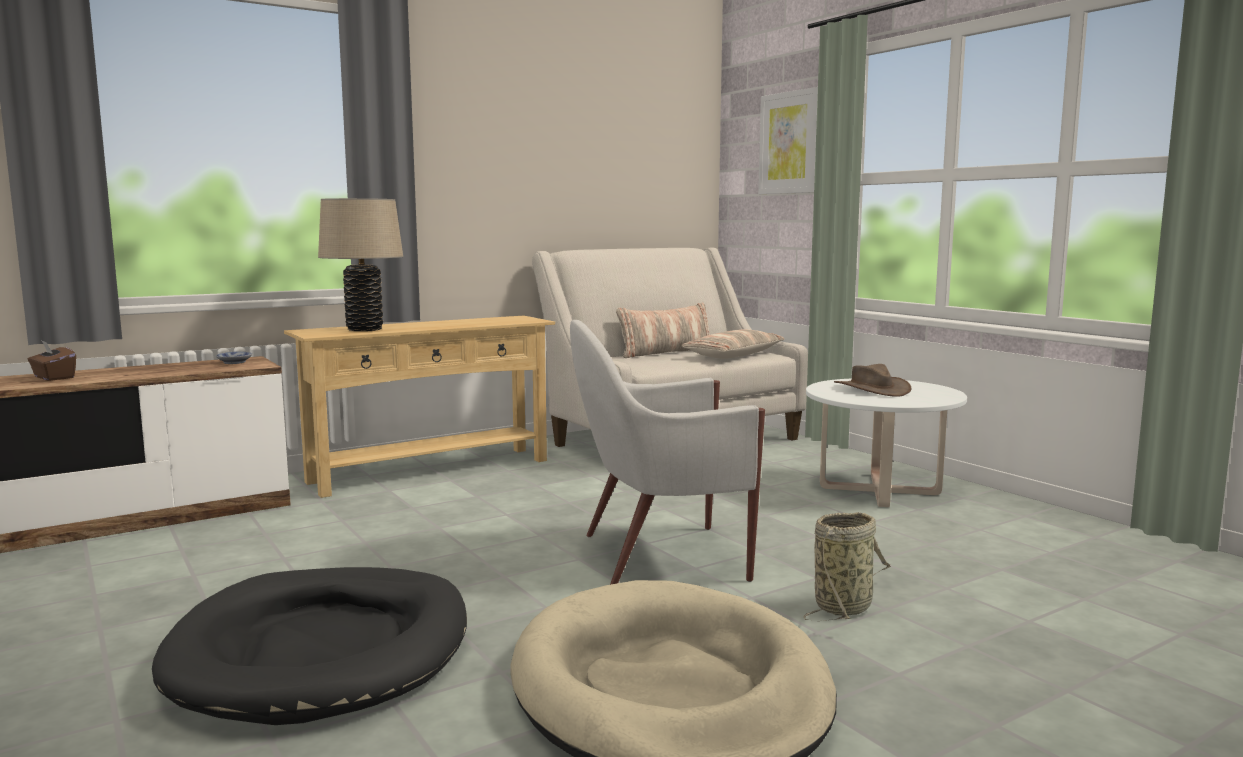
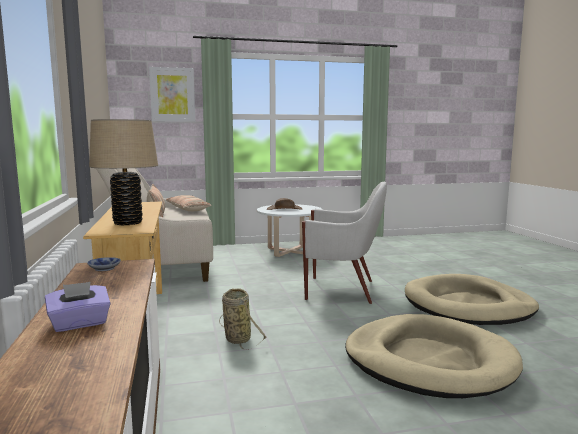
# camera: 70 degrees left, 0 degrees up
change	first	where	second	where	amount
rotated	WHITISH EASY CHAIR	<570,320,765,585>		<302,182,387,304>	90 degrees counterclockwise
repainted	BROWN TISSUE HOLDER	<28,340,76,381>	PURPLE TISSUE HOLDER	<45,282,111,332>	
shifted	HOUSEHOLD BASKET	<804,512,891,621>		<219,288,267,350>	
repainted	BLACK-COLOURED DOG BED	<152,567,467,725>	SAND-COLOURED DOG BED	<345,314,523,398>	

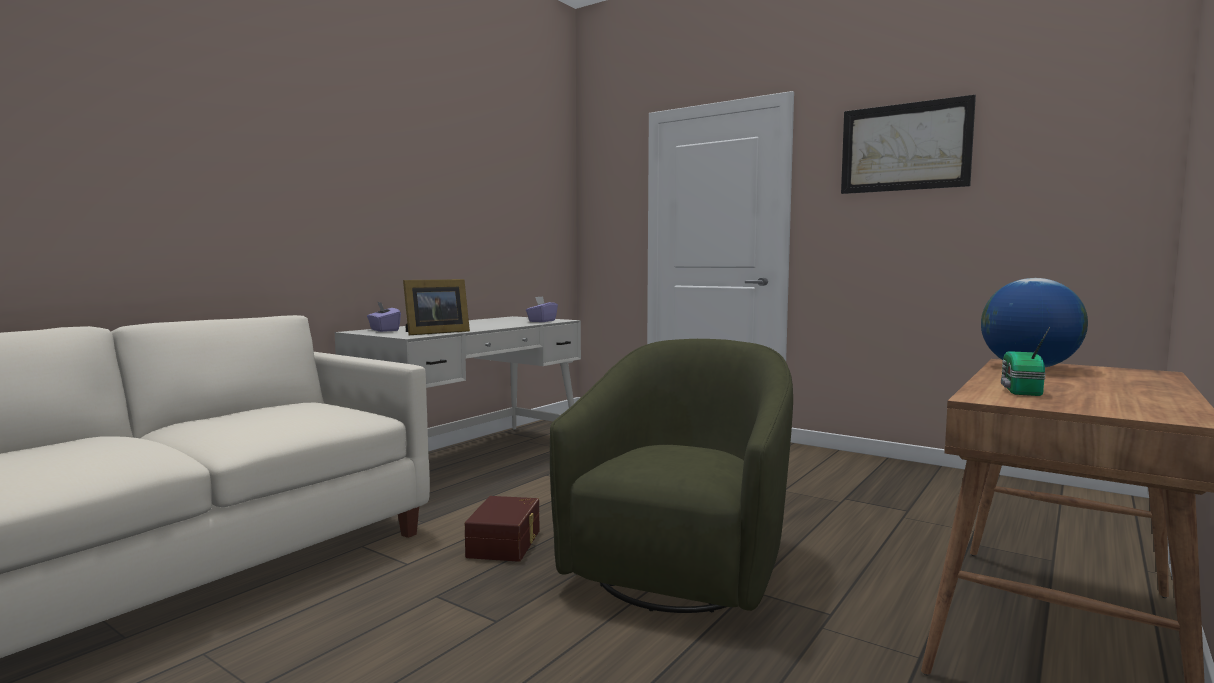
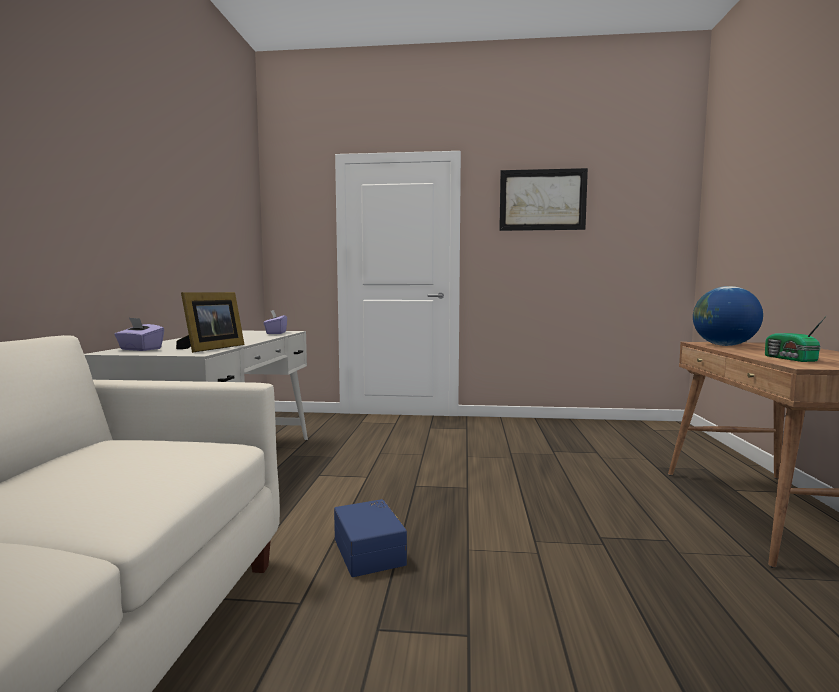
# camera: 30 degrees left, 0 degrees up
change	first	where	second	where	amount
gone	GREEN-COLOURED EASY CHAIR	<550,339,793,613>			
repainted	BROWN STORAGE CONTAINER	<465,496,539,562>	BLUE STORAGE CONTAINER	<334,499,407,577>	

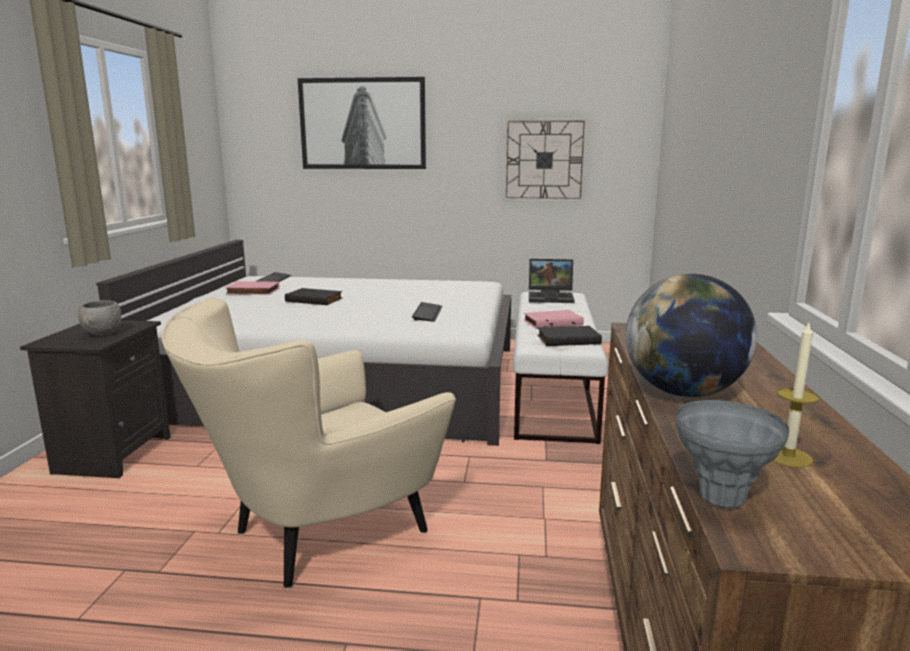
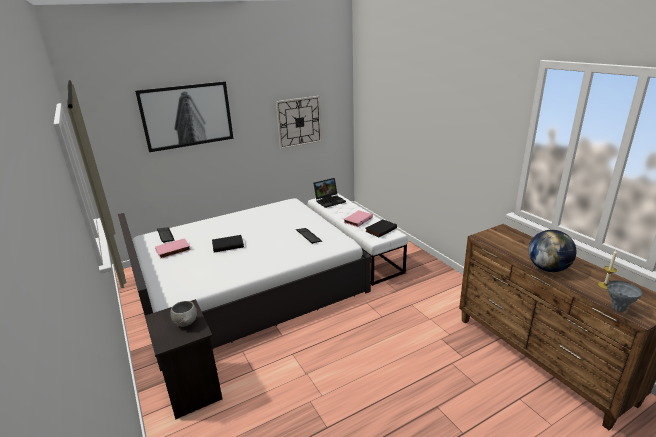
# camera: 35 degrees left, 10 degrees up
change	first	where	second	where	amount
gone	SAND-COLOURED EASY CHAIR	<161,297,456,589>			

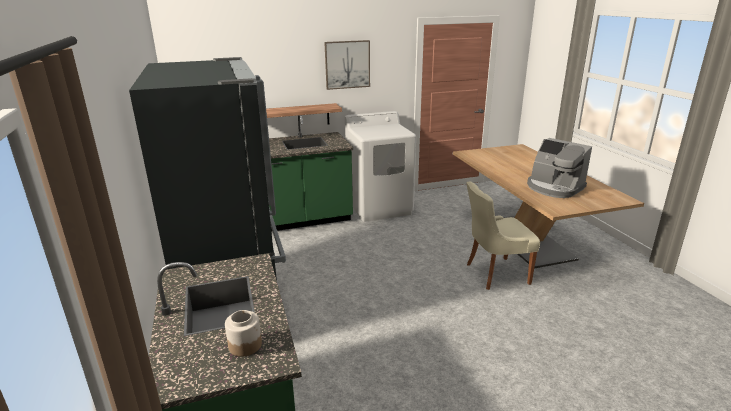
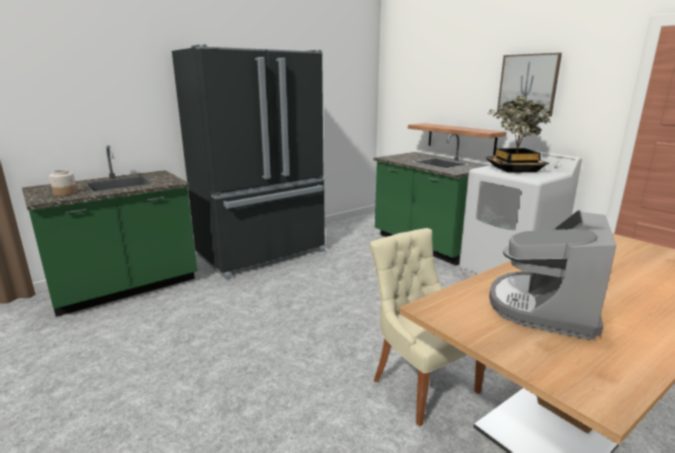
# camera: 70 degrees right, 5 degrees down
change	first	where	second	where	amount
new			HOUSEPLANT	<486,95,552,173>	

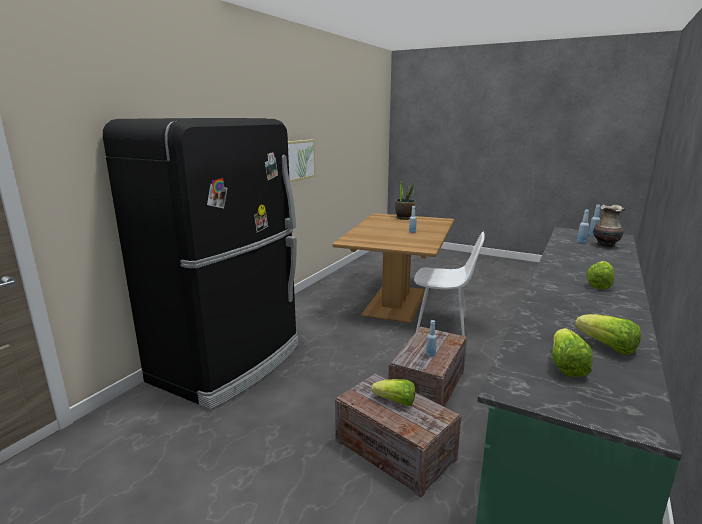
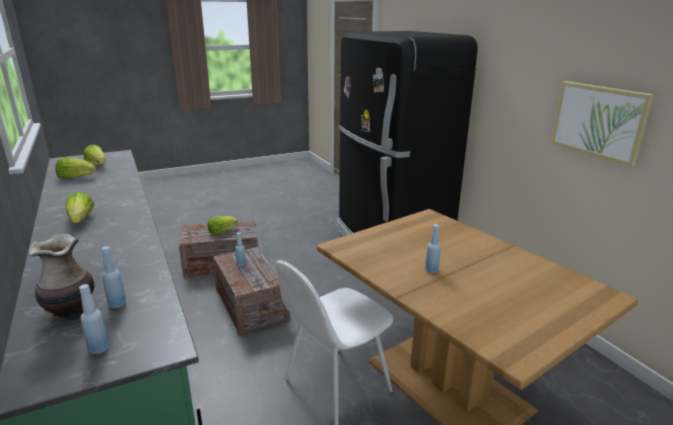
# camera: 125 degrees right, 5 degrees up
change	first	where	second	where	amount
gone	HOUSEPLANT	<395,181,415,220>			

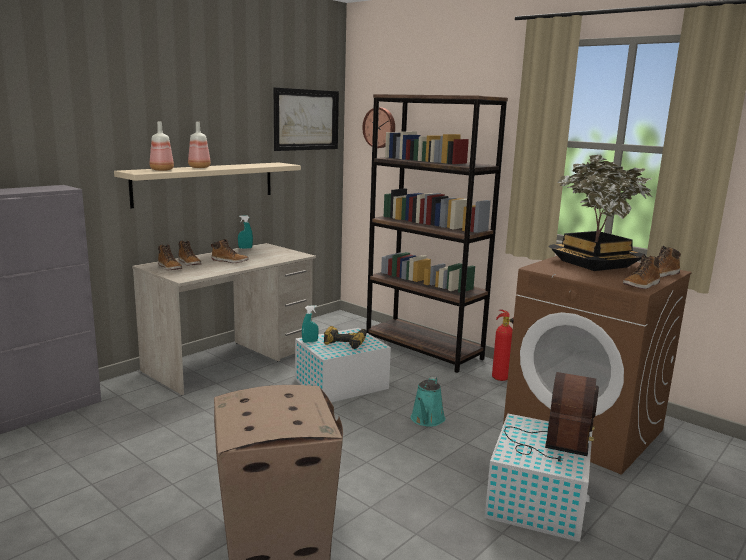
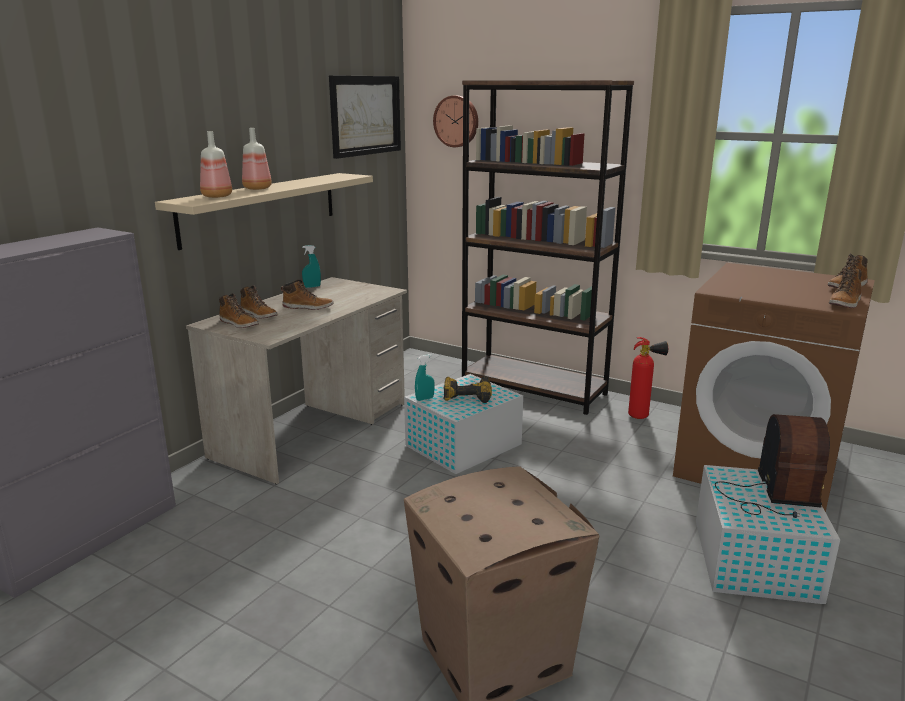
# camera: 10 degrees left, 5 degrees up
change	first	where	second	where	amount
gone	HOUSEPLANT	<549,155,653,271>			
gone	BLUE-GREEN WATERING POT	<411,377,445,427>			

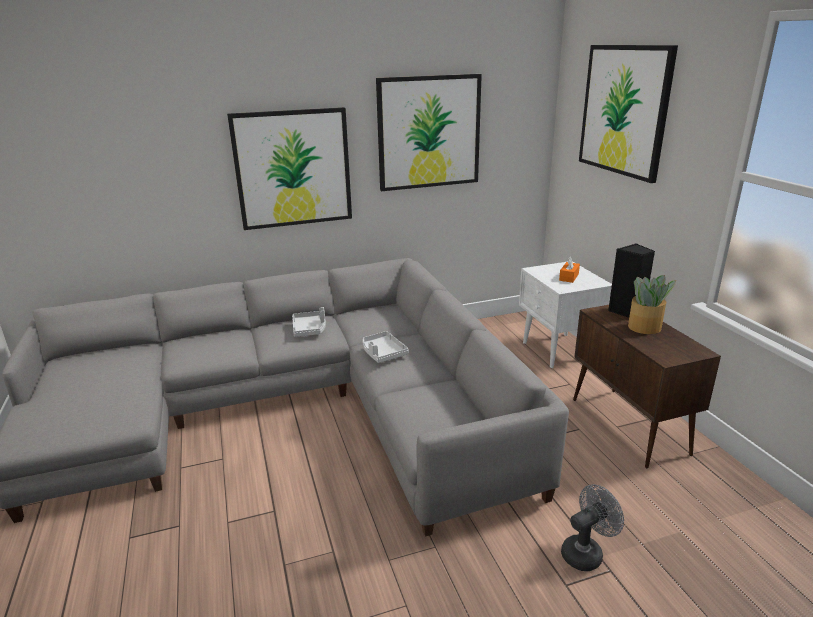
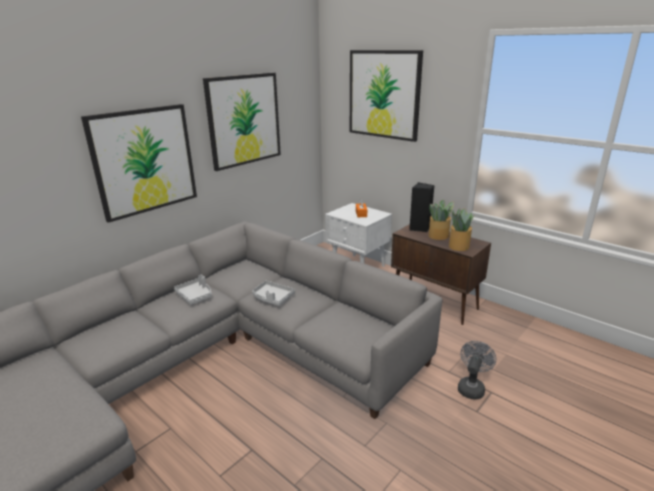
# camera: 30 degrees left, 0 degrees up
change	first	where	second	where	amount
new			HOUSEPLANT	<449,208,475,251>	

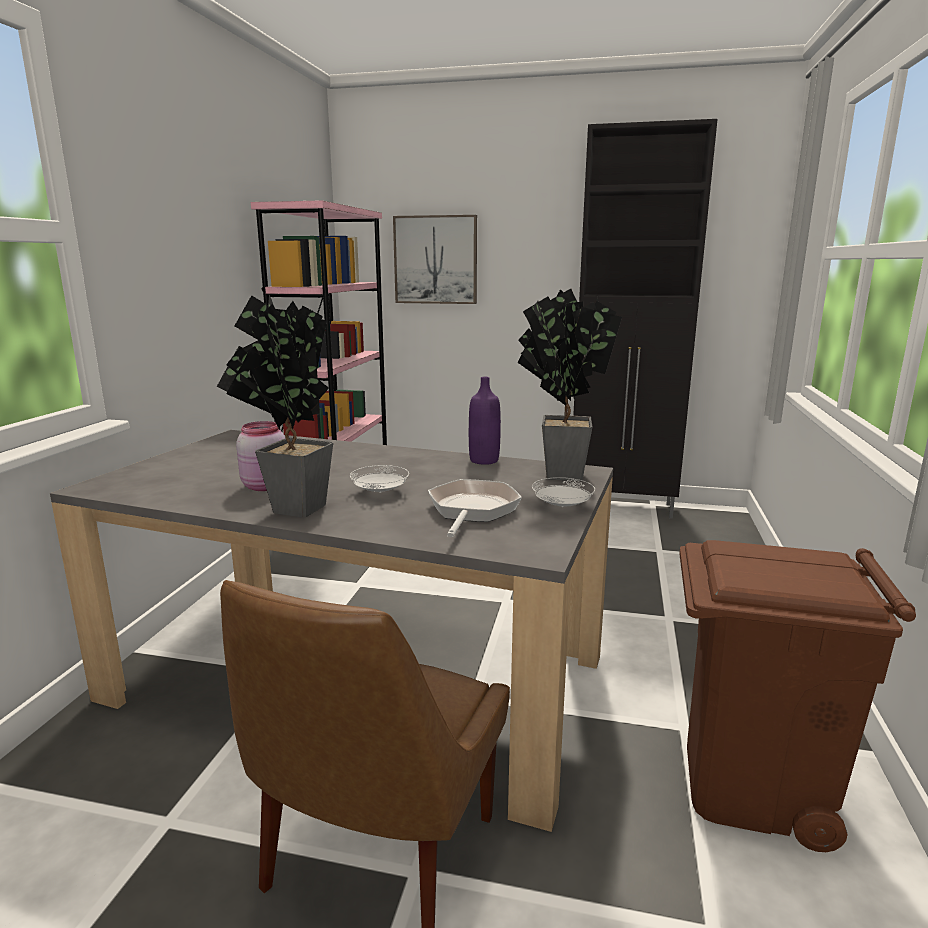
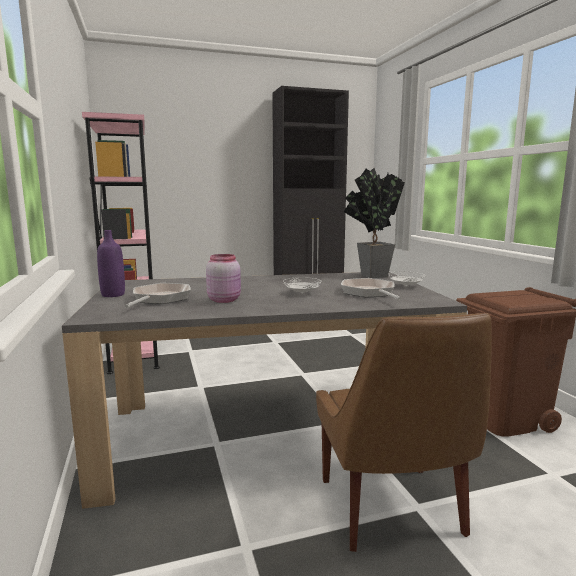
# camera: 30 degrees left, 5 degrees down
change	first	where	second	where	amount
gone	WALL PICTURE	<393,215,477,304>			
gone	HOUSEPLANT	<217,294,333,518>			
shifted	PURPLE DRINK BOTTLE	<469,377,501,465>		<97,230,125,297>	
new			SKILLET	<124,283,191,308>	

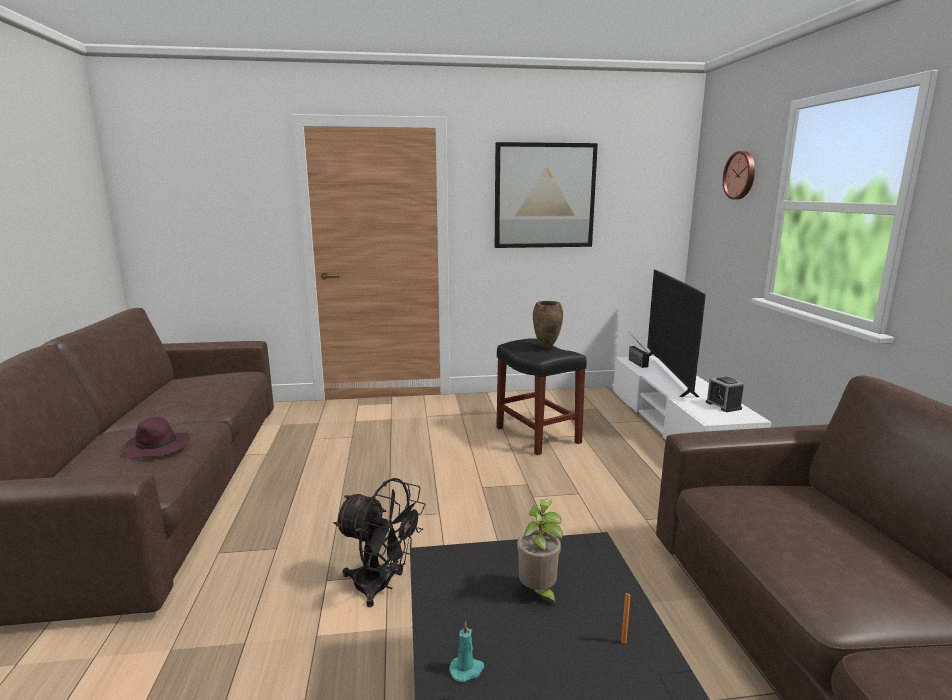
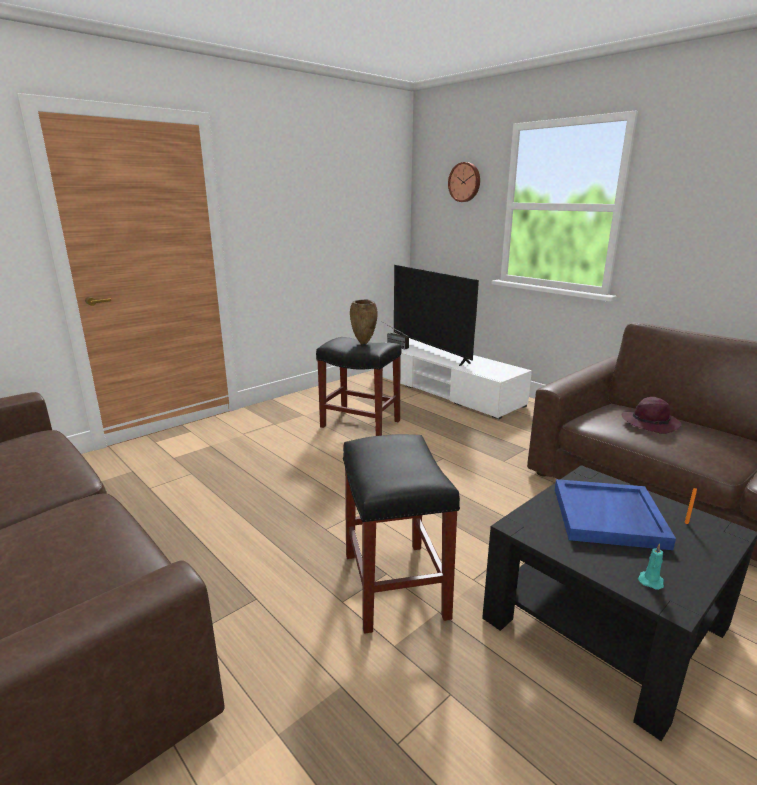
# camera: 35 degrees left, 5 degrees up
change	first	where	second	where	amount
gone	WALL PICTURE	<495,142,598,248>			
gone	TABLE CLOCK	<706,376,744,412>			
shifted	PURPLE WEARABLE HAT	<123,417,190,459>		<622,397,682,434>	
swapped	BLACK-COLOURED COOLING FAN	<334,478,425,607>	BLACK-COLOURED STOOL SEAT	<343,434,460,634>	
swapped	HOUSEPLANT	<517,499,563,607>	BLUE SERVING TRAY	<555,479,676,550>	

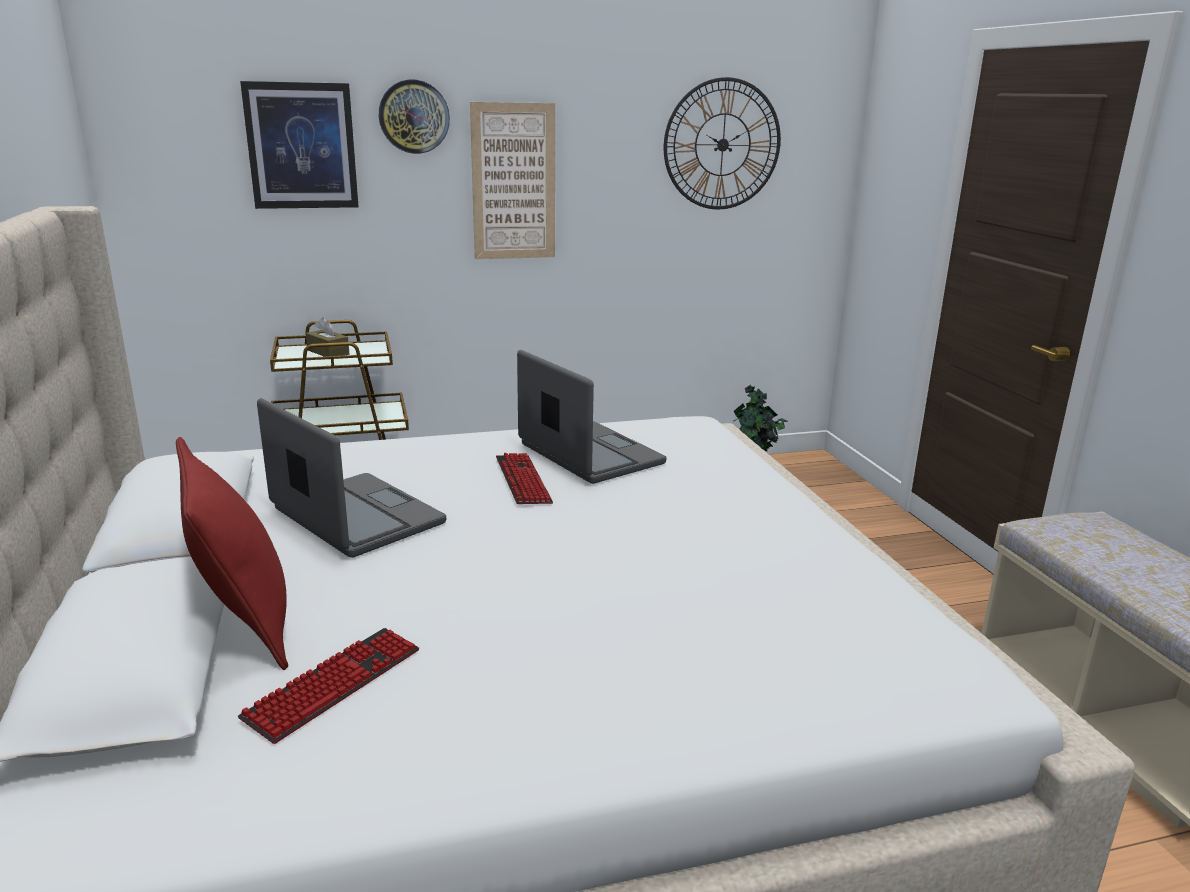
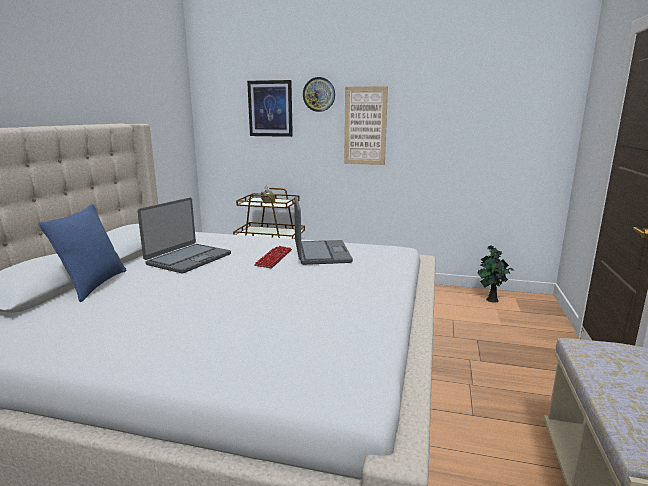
# camera: 30 degrees right, 5 degrees down
change	first	where	second	where	amount
gone	WALL CLOCK	<664,77,781,209>			
rotated	PORTABLE COMPUTER	<257,398,446,558>		<137,198,231,273>	45 degrees clockwise
repainted	RED-COLOURED CUSHION	<176,437,288,670>	BLUE CUSHION	<39,204,127,302>	
gone	PC KEYBOARD	<238,628,419,744>			

